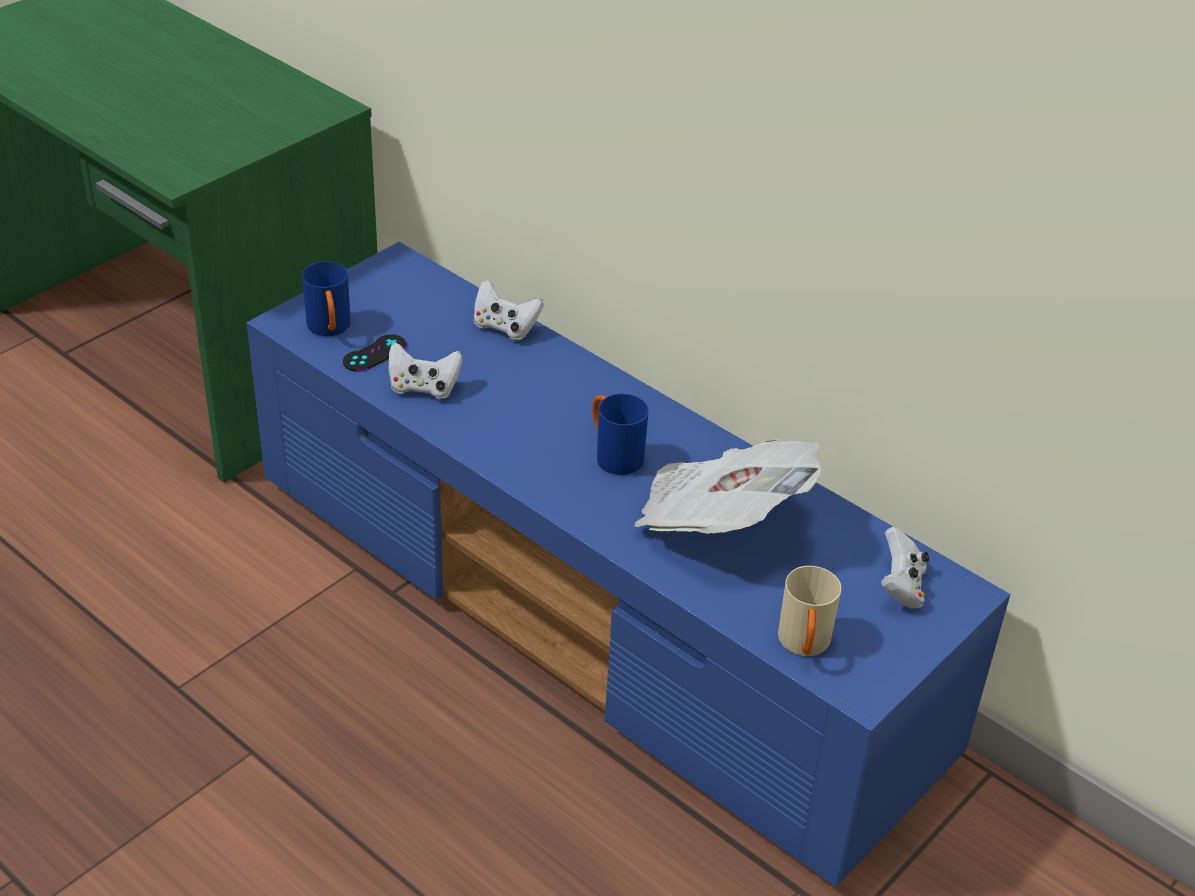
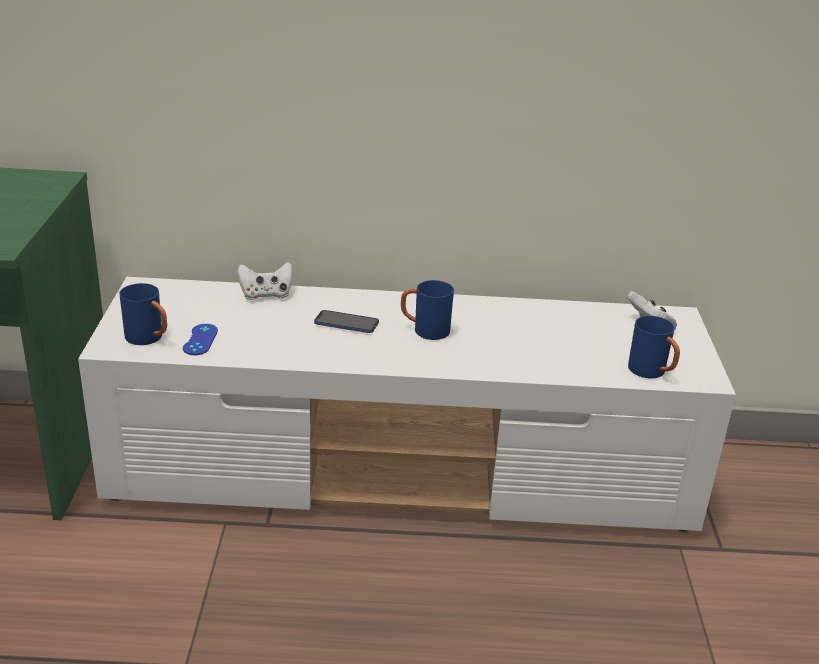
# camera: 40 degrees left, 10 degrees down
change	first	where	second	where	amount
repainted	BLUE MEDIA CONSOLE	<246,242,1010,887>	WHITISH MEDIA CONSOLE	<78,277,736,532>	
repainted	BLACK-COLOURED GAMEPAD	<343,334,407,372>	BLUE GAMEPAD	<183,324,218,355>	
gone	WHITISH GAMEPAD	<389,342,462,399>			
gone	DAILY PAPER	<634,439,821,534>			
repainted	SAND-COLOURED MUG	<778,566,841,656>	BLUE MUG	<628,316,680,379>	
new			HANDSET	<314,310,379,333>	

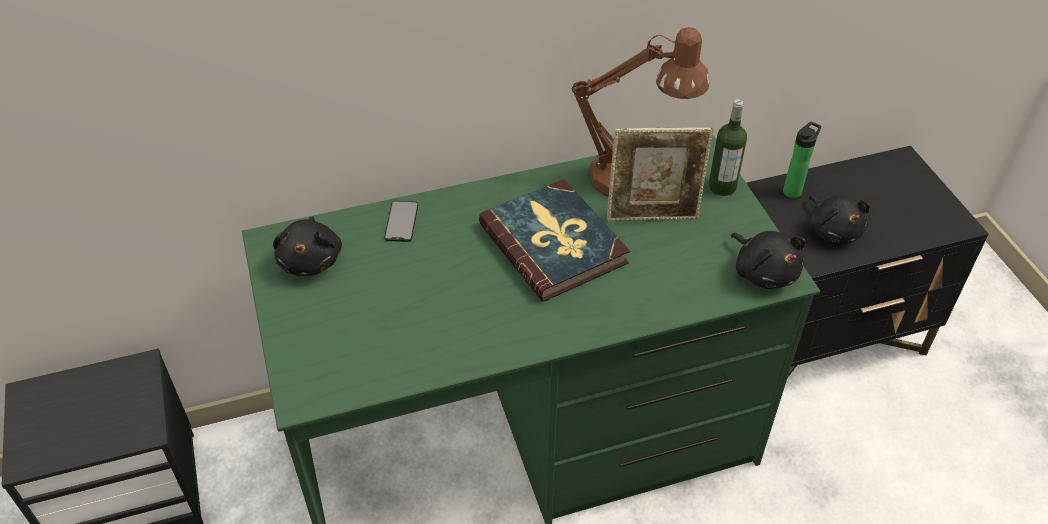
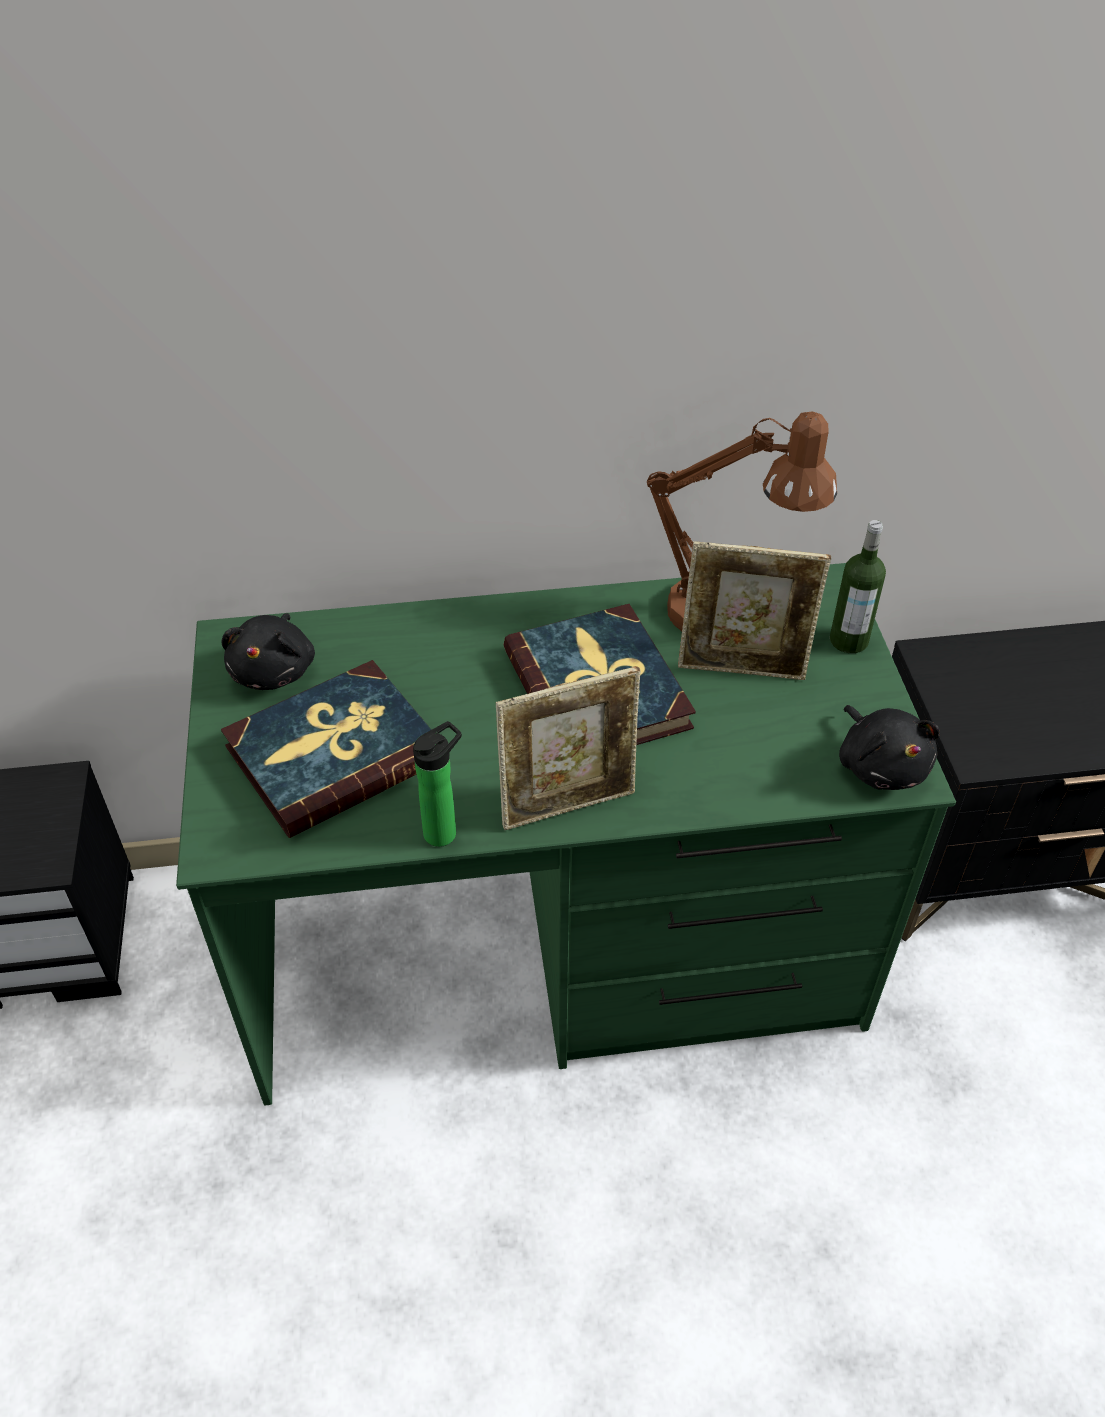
# camera: 10 degrees right, 0 degrees up
change	first	where	second	where	amount
shifted	DRINK BOTTLE	<783,122,822,198>		<413,721,462,847>	
gone	BLACK-COLOURED SOFT TOY	<808,195,870,243>			
gone	HANDSET	<384,201,418,242>			
new			BOOK	<221,660,431,838>	
new			PHOTO FRAME	<496,666,641,830>	

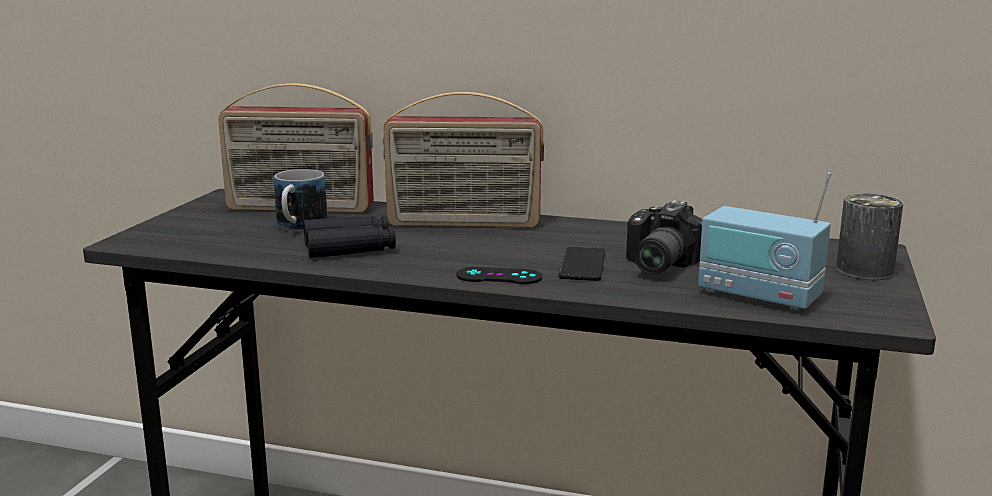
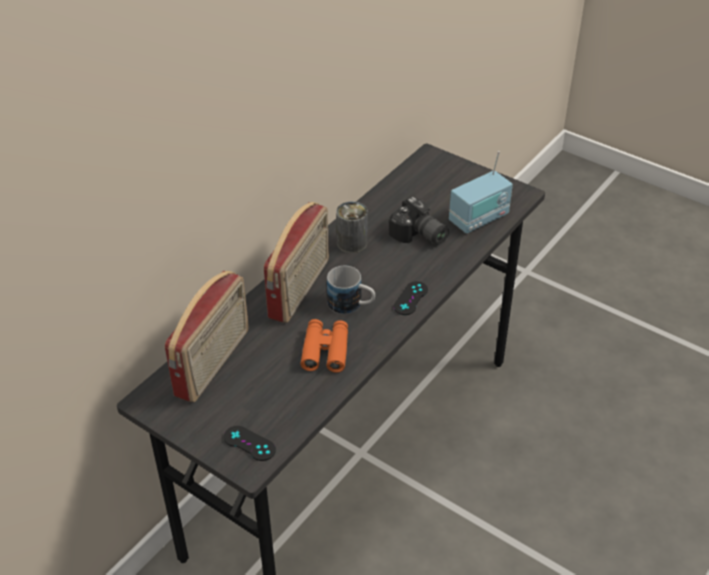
# camera: 70 degrees left, 25 degrees up
change	first	where	second	where	amount
shifted	MUG	<274,169,327,232>		<327,266,375,314>	
shifted	SEALED CAN	<836,193,903,280>		<336,201,368,253>	
repainted	BLACK-COLOURED FIELD GLASSES	<303,216,396,258>	ORANGEY FIELD GLASSES	<301,319,348,373>	
gone	HANDSET	<558,247,605,281>			
new			BLACK-COLOURED GAMEPAD	<224,426,276,461>	

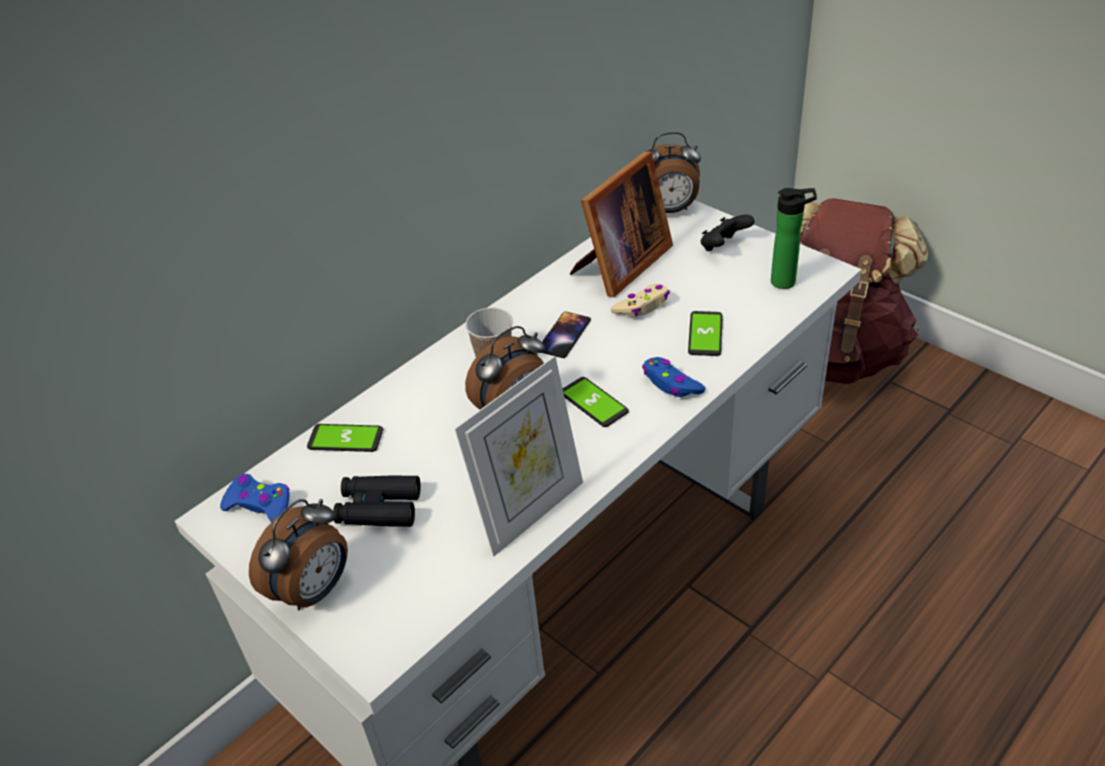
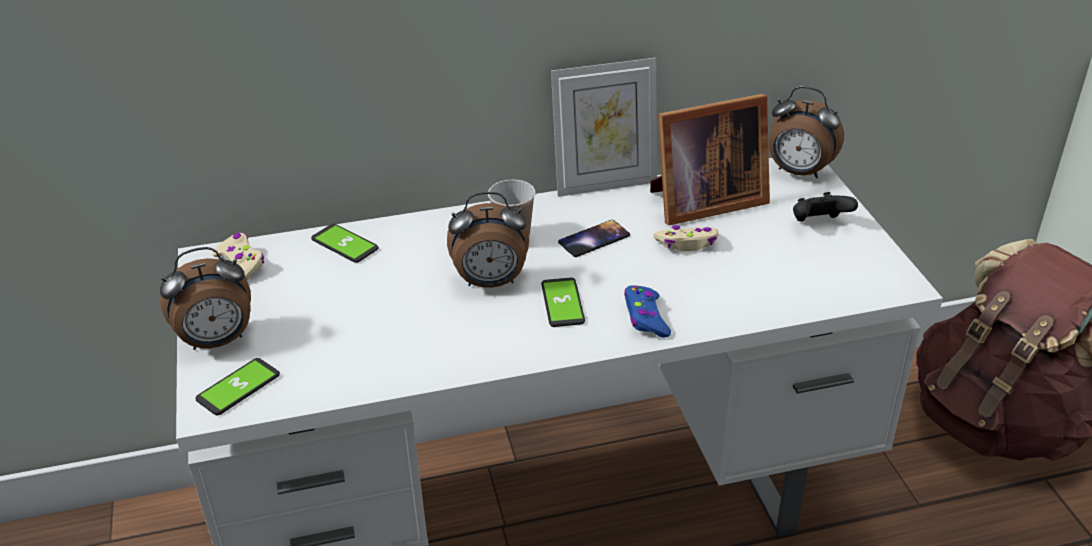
# camera: 30 degrees right, 5 degrees down
change	first	where	second	where	amount
gone	DRINK BOTTLE	<771,188,817,289>			
shifted	HANDSET	<688,311,723,356>		<195,358,280,415>	
shifted	PHOTO FRAME	<454,356,583,556>		<551,58,657,197>	
repainted	BLUE GAMEPAD	<220,474,290,522>	SAND-COLOURED GAMEPAD	<212,233,264,280>	
gone	BLACK-COLOURED FIELD GLASSES	<333,476,421,527>			

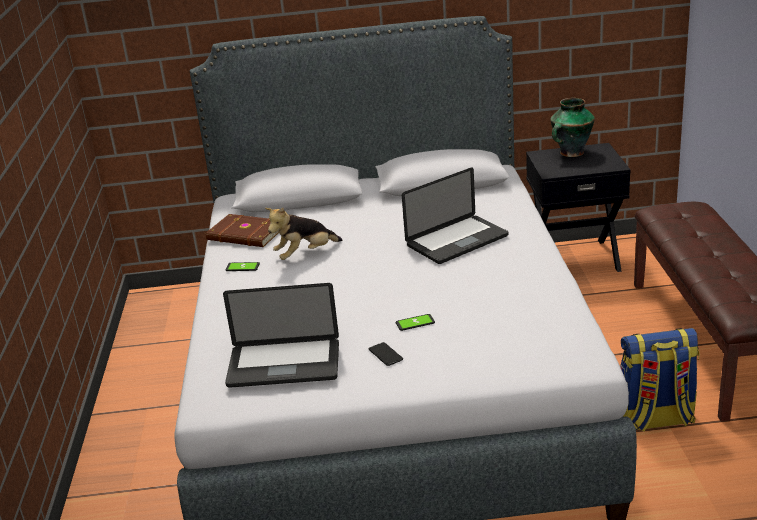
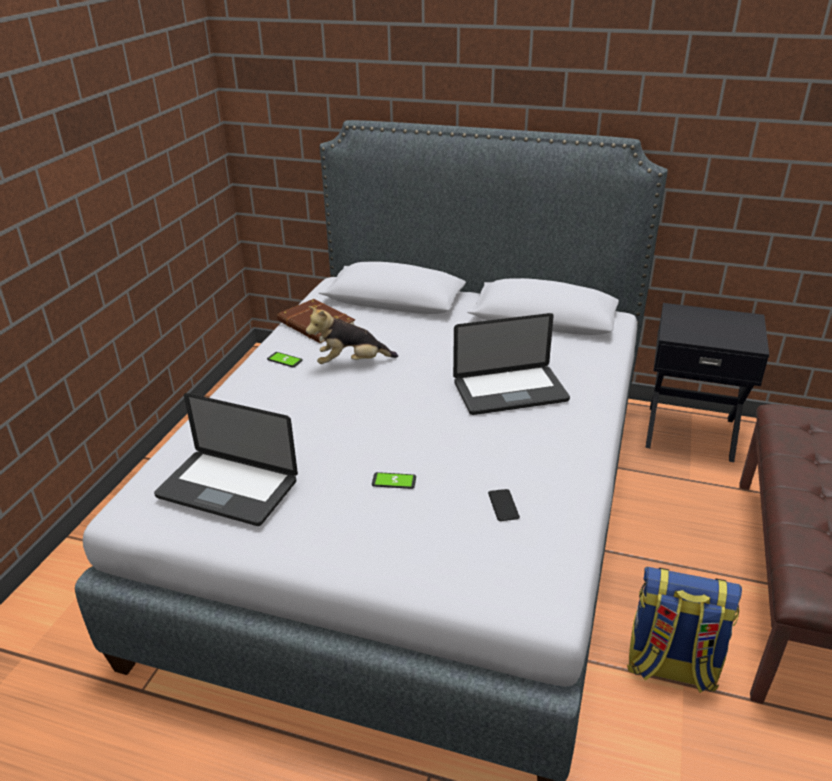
# camera: 20 degrees right, 5 degrees up
change	first	where	second	where	amount
gone	FLOWER VASE	<550,98,595,157>			
shifted	HANDSET	<369,342,403,366>		<488,489,520,521>	

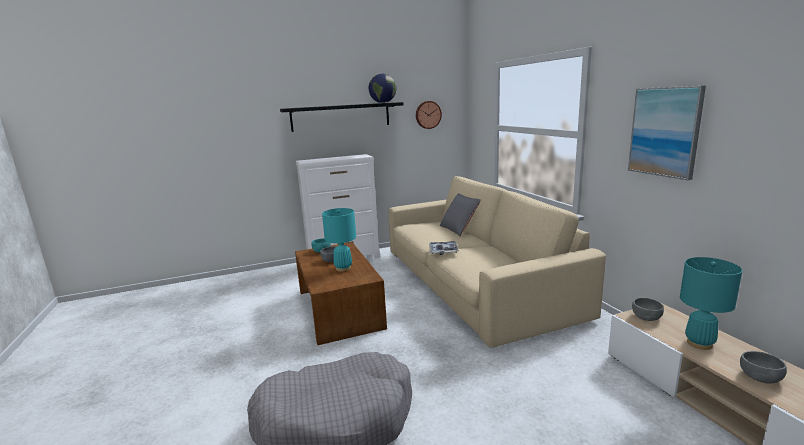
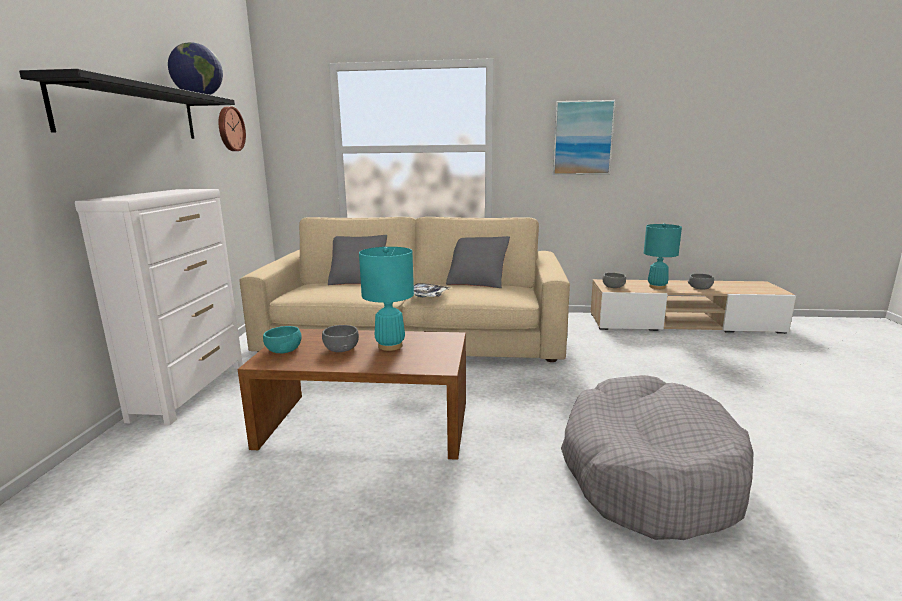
# camera: 65 degrees left, 0 degrees up
change	first	where	second	where	amount
new			GRAY CUSHION	<446,236,510,288>	

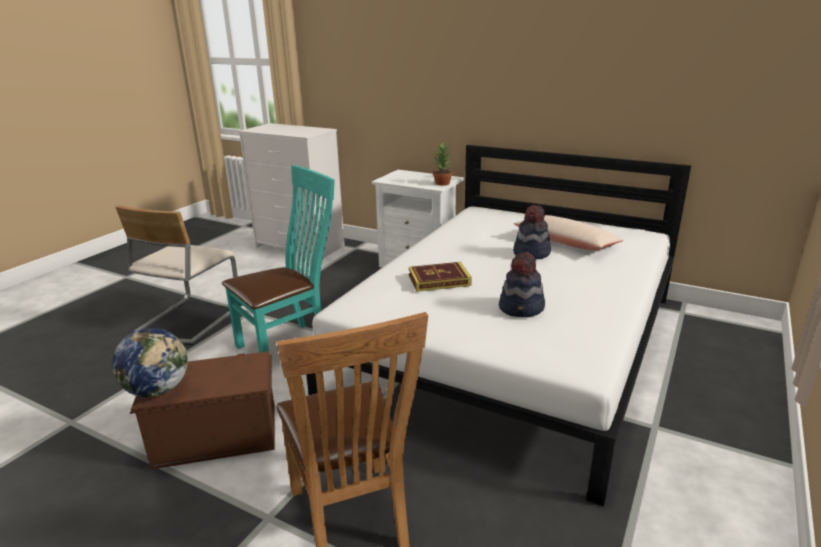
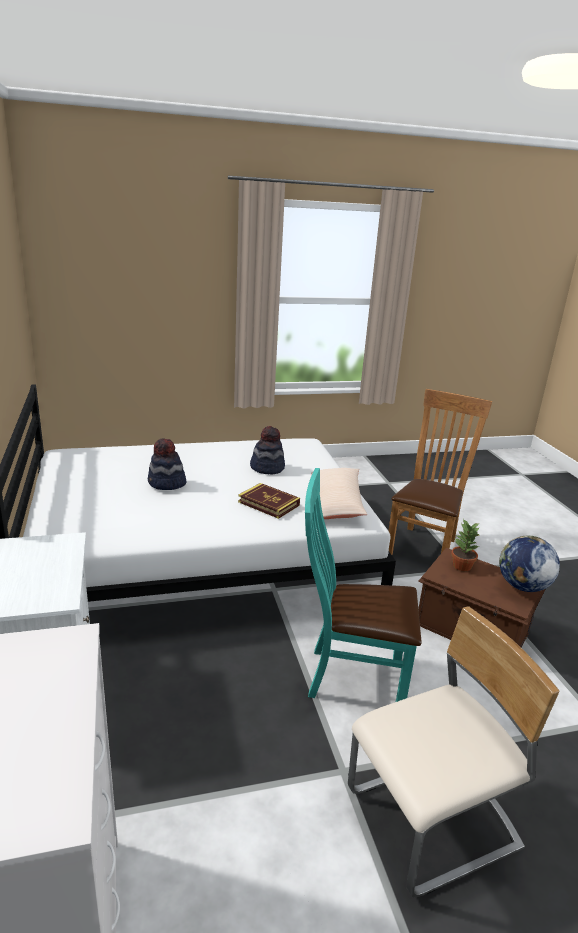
# camera: 135 degrees left, 0 degrees up
change	first	where	second	where	amount
shifted	HOUSEPLANT	<433,143,452,186>		<451,519,480,571>	
shifted	SAND-COLOURED CUSHION	<514,215,624,250>		<311,468,367,519>	

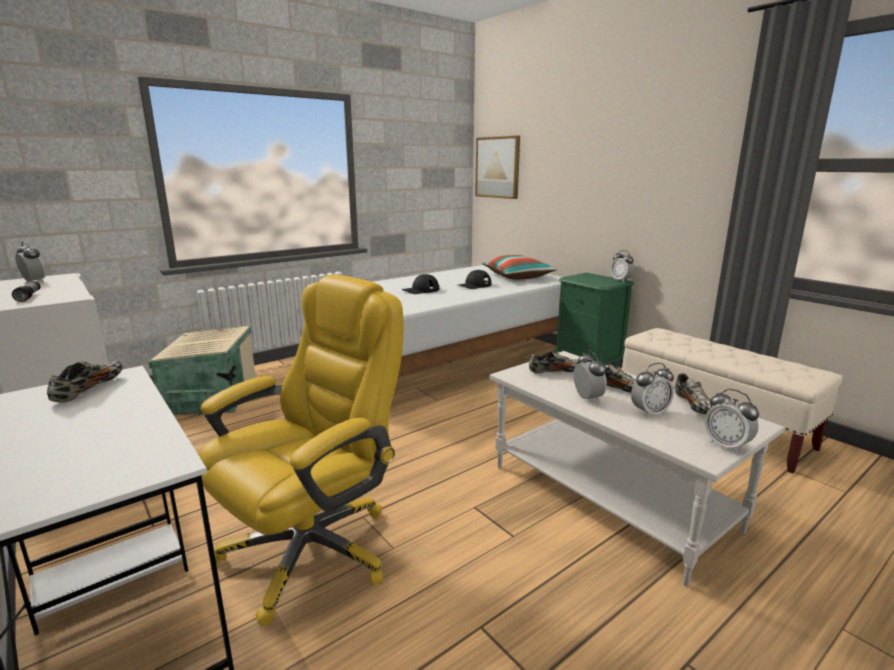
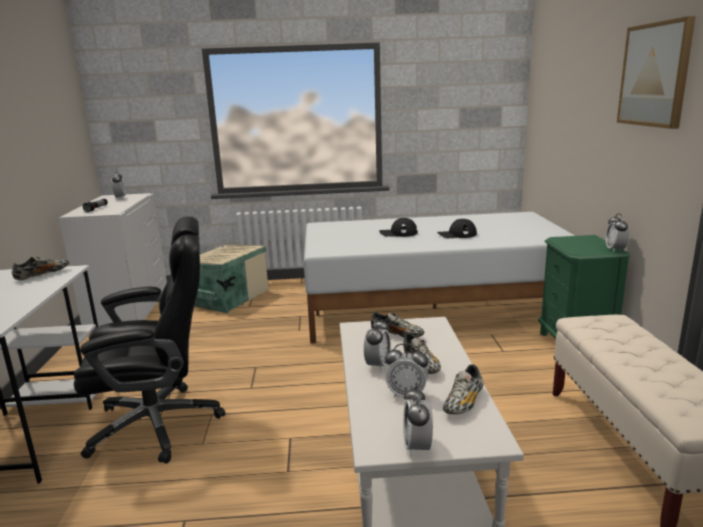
# camera: 35 degrees right, 0 degrees up
change	first	where	second	where	amount
shifted	WALL PICTURE	<475,136,520,199>		<617,16,696,129>	
gone	CUSHION	<482,255,557,280>			
repainted	YELLOW COMPUTER CHAIR	<199,275,404,626>	BLACK-COLOURED COMPUTER CHAIR	<74,216,226,464>	

